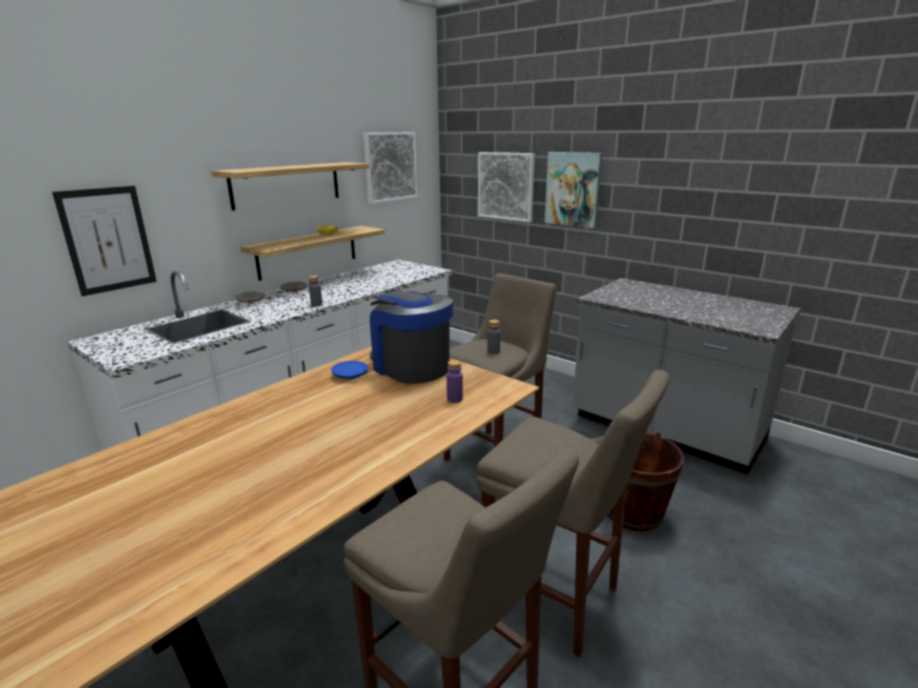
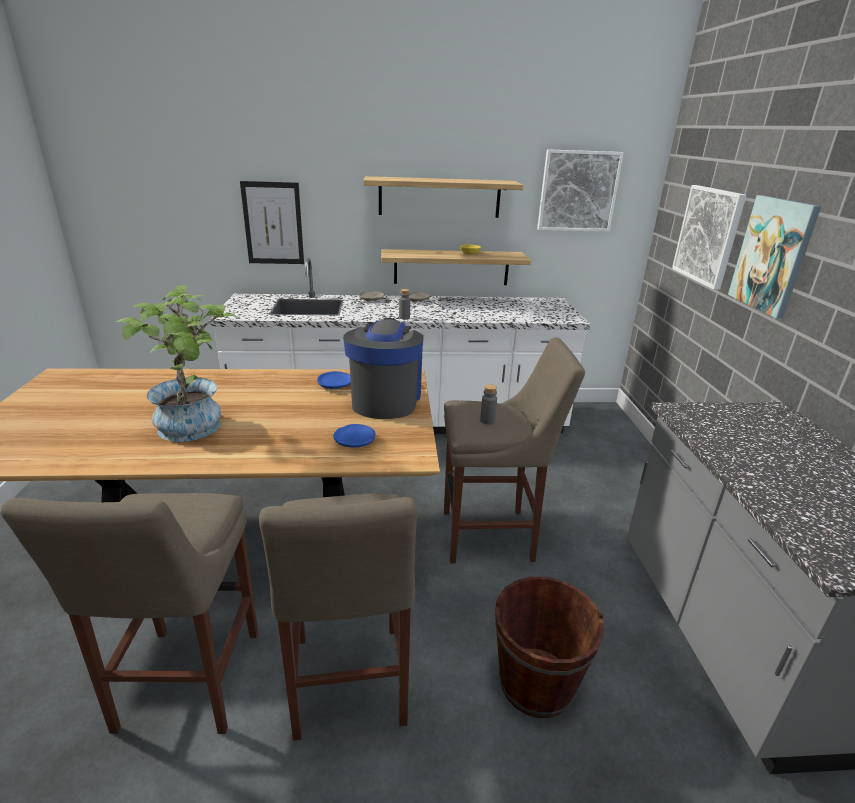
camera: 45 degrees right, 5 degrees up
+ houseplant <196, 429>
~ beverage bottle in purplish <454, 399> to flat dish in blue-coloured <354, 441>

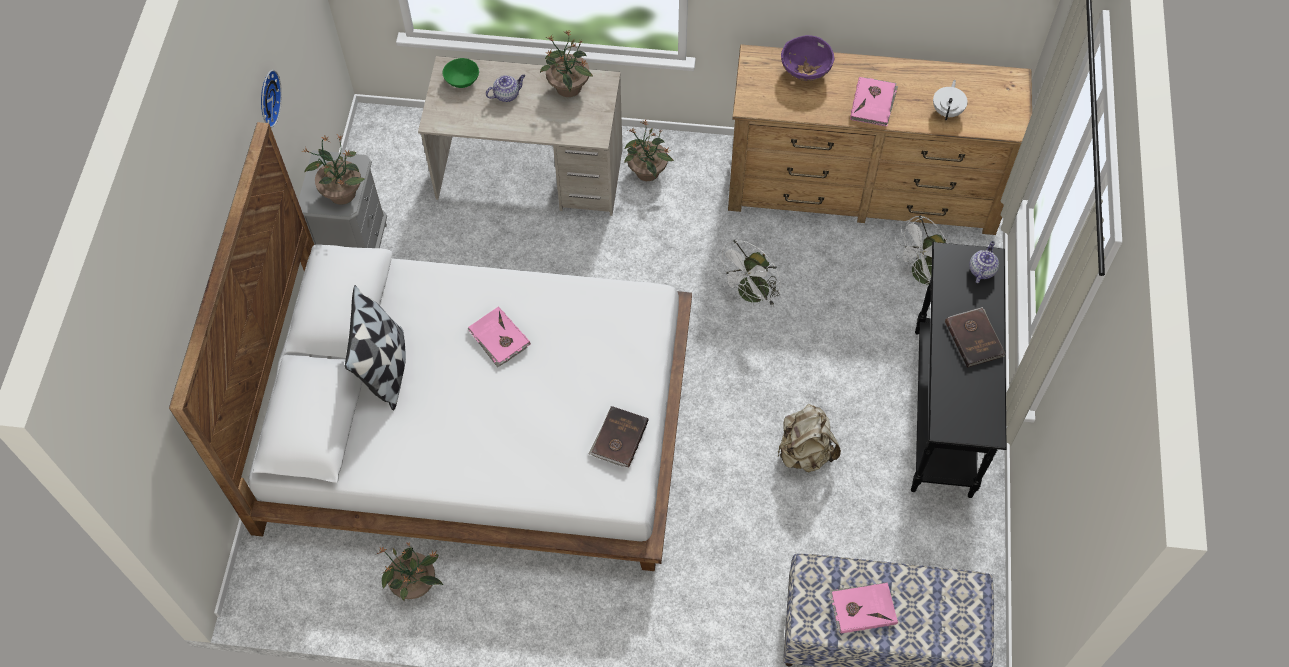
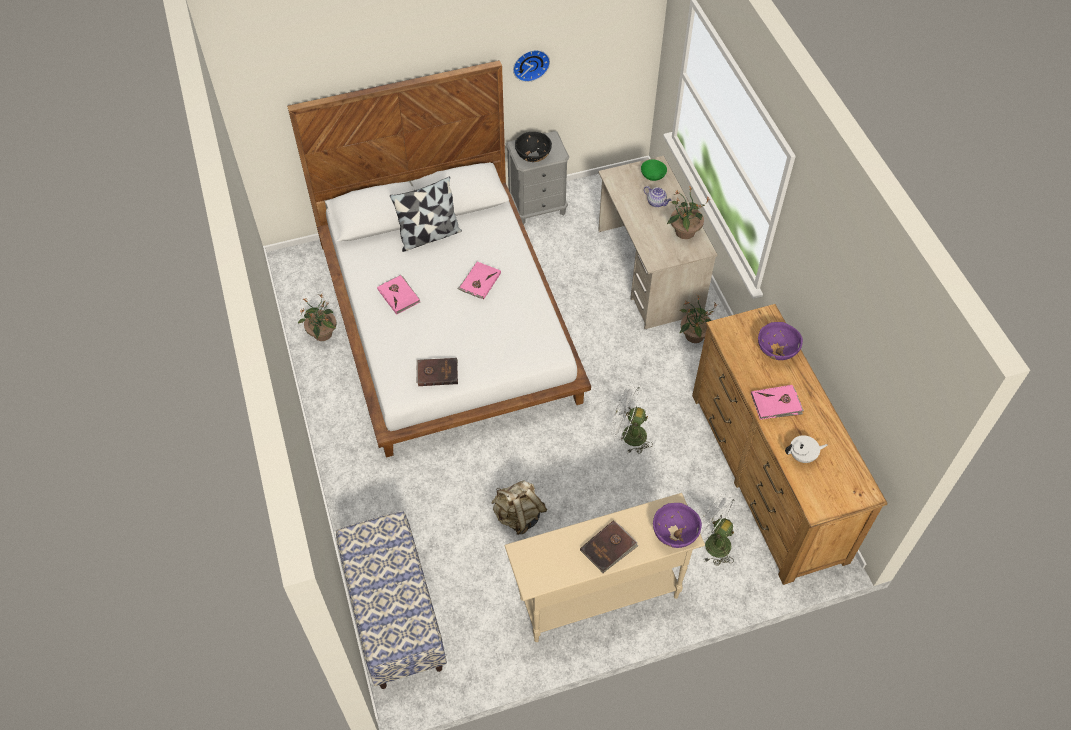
camera: 65 degrees right, 5 degrees down
~ volume in pink-coloured <862, 608> to <399, 295>
~ houseplant <342, 192> to serving bowl in black <533, 157>
~ tea pot <981, 270> to serving bowl in purplish <674, 534>
~ narrow table in black <942, 412> to narrow table in beige-coloured <598, 597>

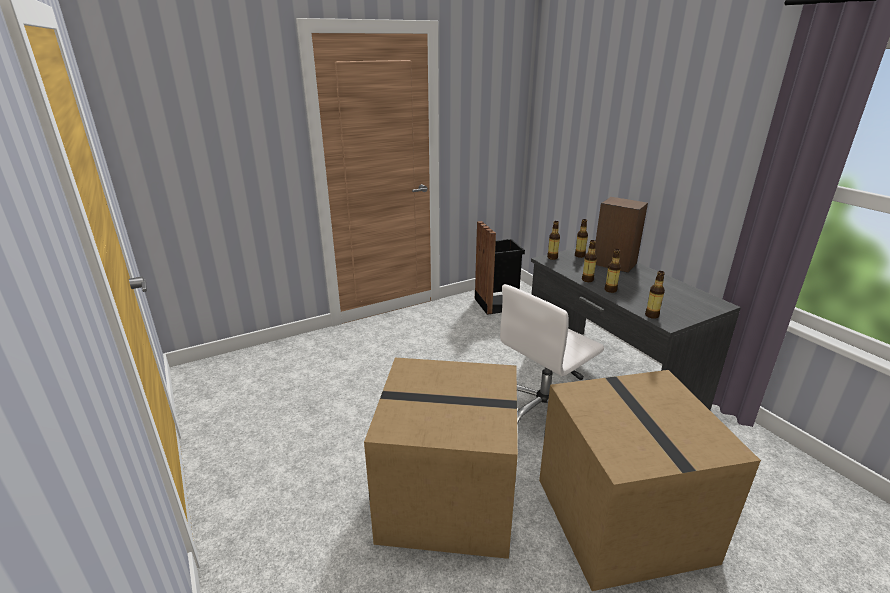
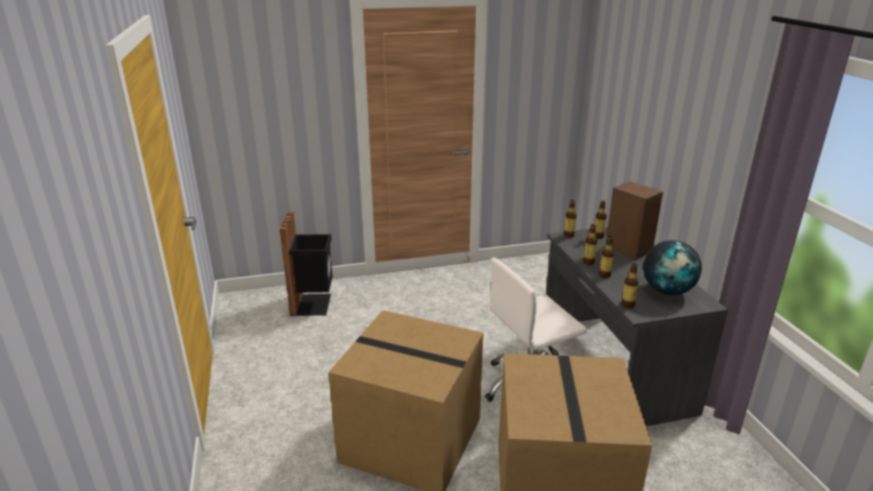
camera: 15 degrees right, 0 degrees up
+ desk globe <667, 291>
~ rubbish bin in black <497, 303> to <313, 304>

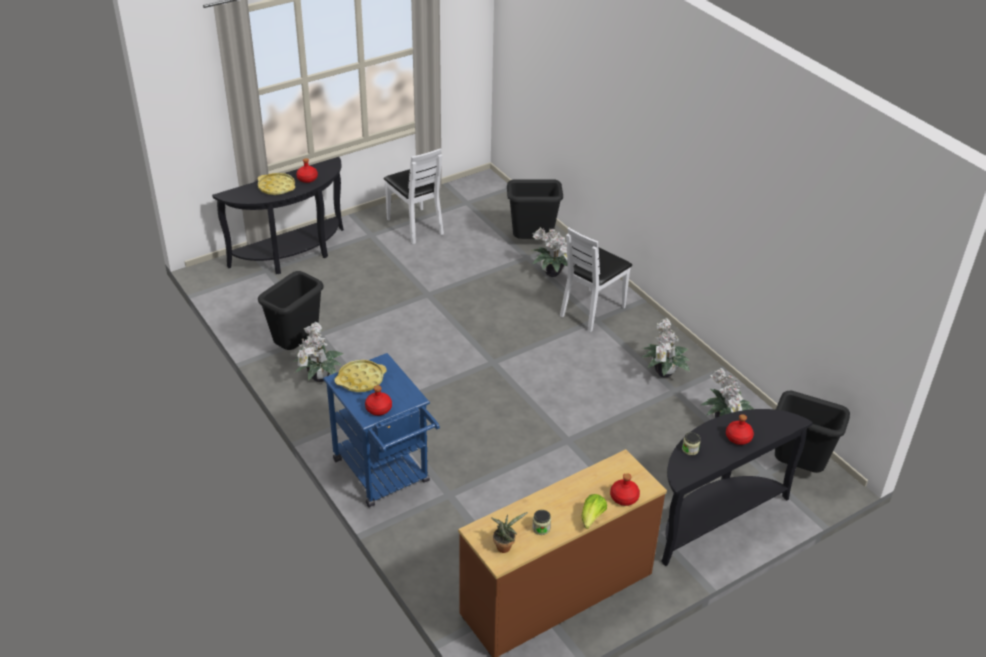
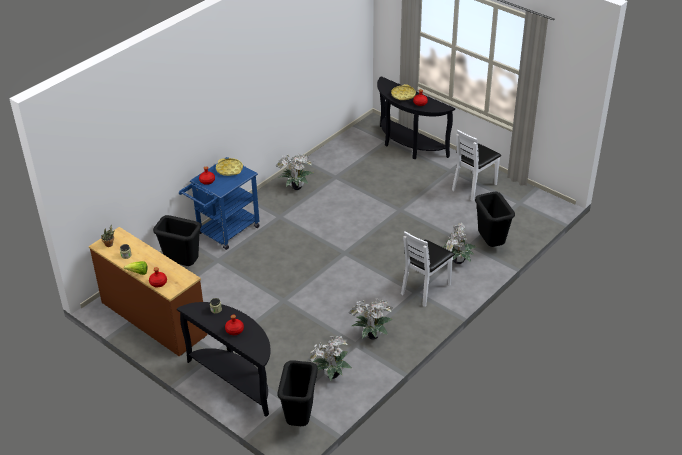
camera: 75 degrees right, 0 degrees up
~ rubbish bin in black <297, 346> to <183, 265>
~ plain chair in whitish <592, 310> = <425, 288> 75 degrees counterclockwise

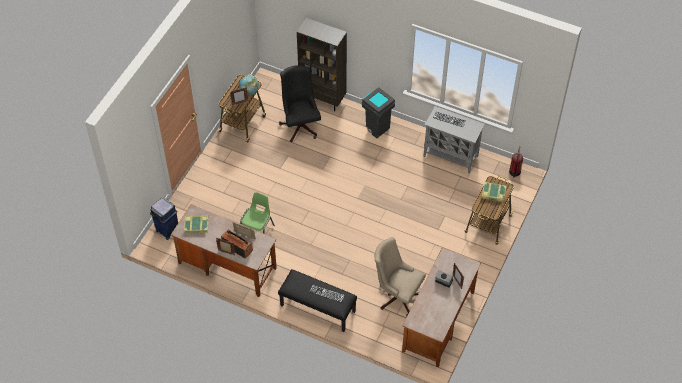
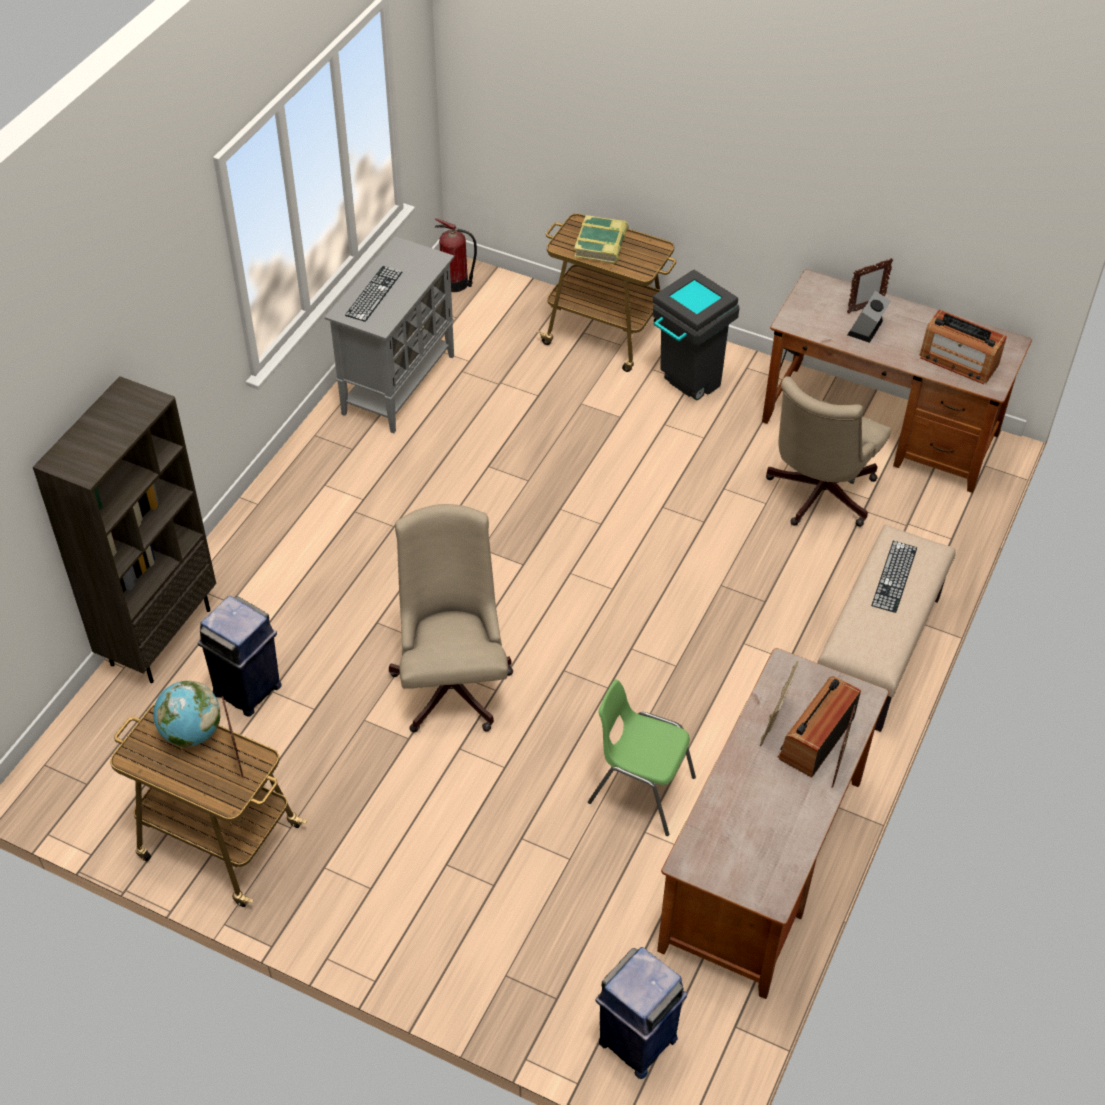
camera: 90 degrees left, 5 degrees down
- volume <196, 225>
+ office chair in beige-coloured <453, 681>
+ radio <958, 361>
~ rubbish bin in grey <376, 128> to <686, 386>
~ office chair in black <300, 124> to rubbish bin in blue-coloured <248, 690>
~ bench in black <317, 308> to bench in beige-coloured <878, 652>

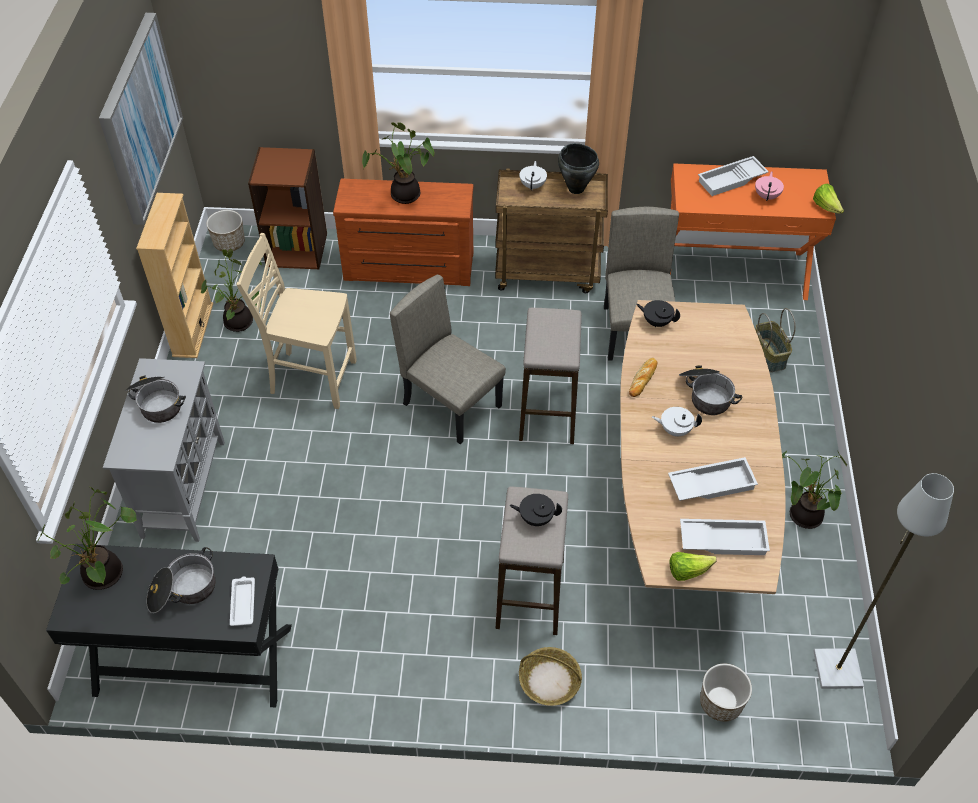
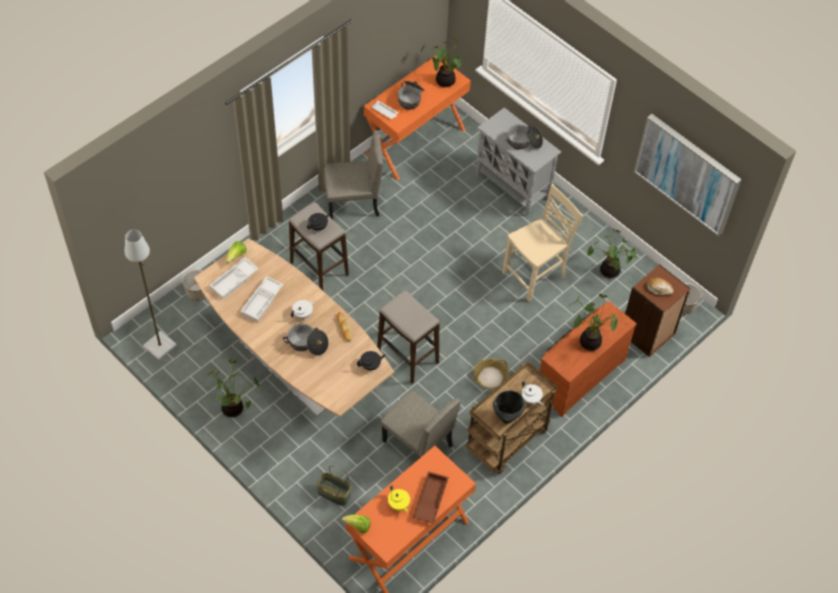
camera: 130 degrees right, 5 degrees up
- bookshelf in beige-coloured <193, 330>
+ bakery bread <659, 288>
~ plain chair in beige-coloured <452, 404> to <352, 203>
~ household basket <549, 681> to <490, 377>
~ narrow table in black <193, 660> to narrow table in orange-coloured <415, 141>
~ serving tray in whitish <731, 180> to serving tray in brown <430, 499>
~ tea pot in pink-coloured <767, 196> to tea pot in yellow-coloured <398, 504>

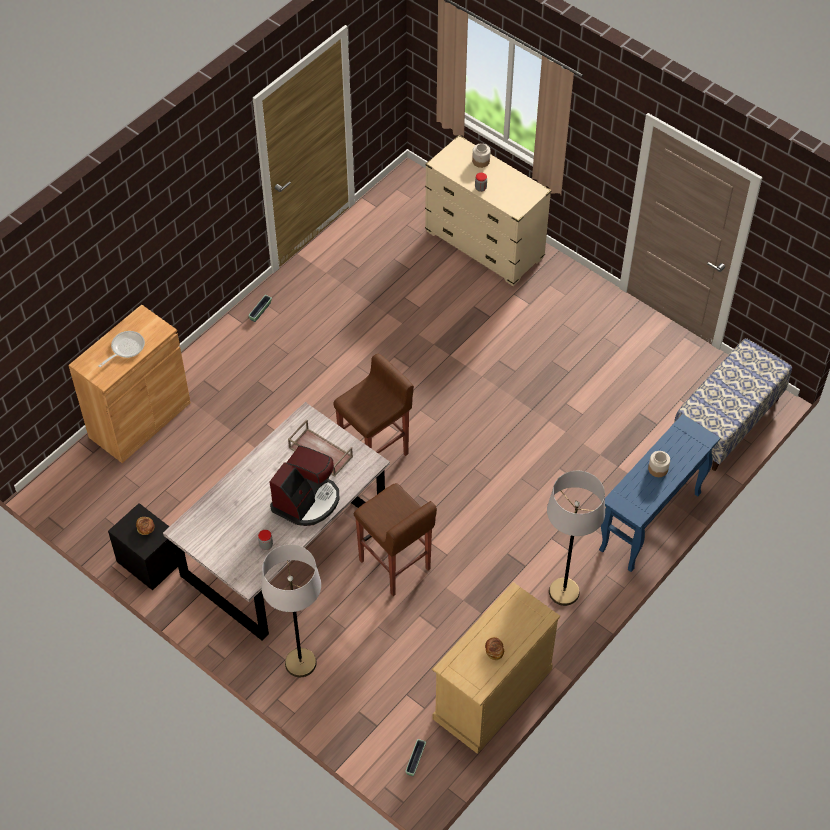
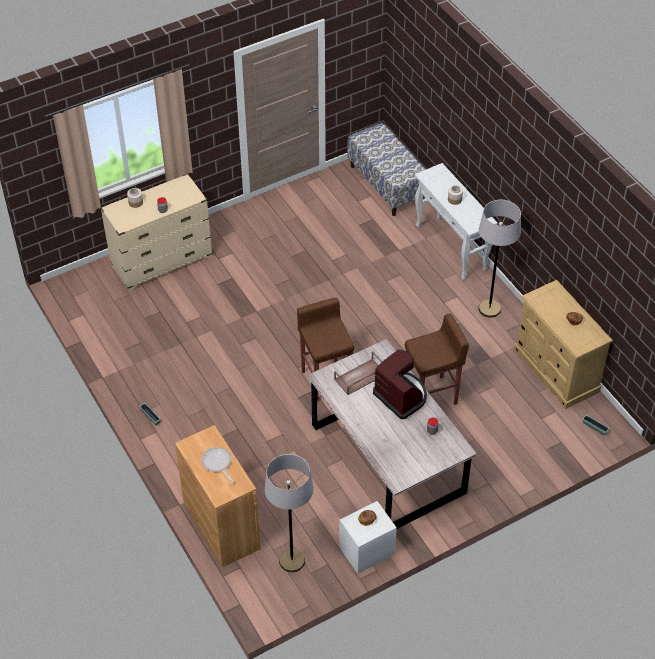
camera: 70 degrees left, 5 degrees down
~ standard lamp in grey <300, 663> to <292, 561>
~ nightstand in black <150, 561> to nightstand in whitish <366, 550>
~ narrow table in blue-coloured <650, 523> to narrow table in whitish <451, 248>

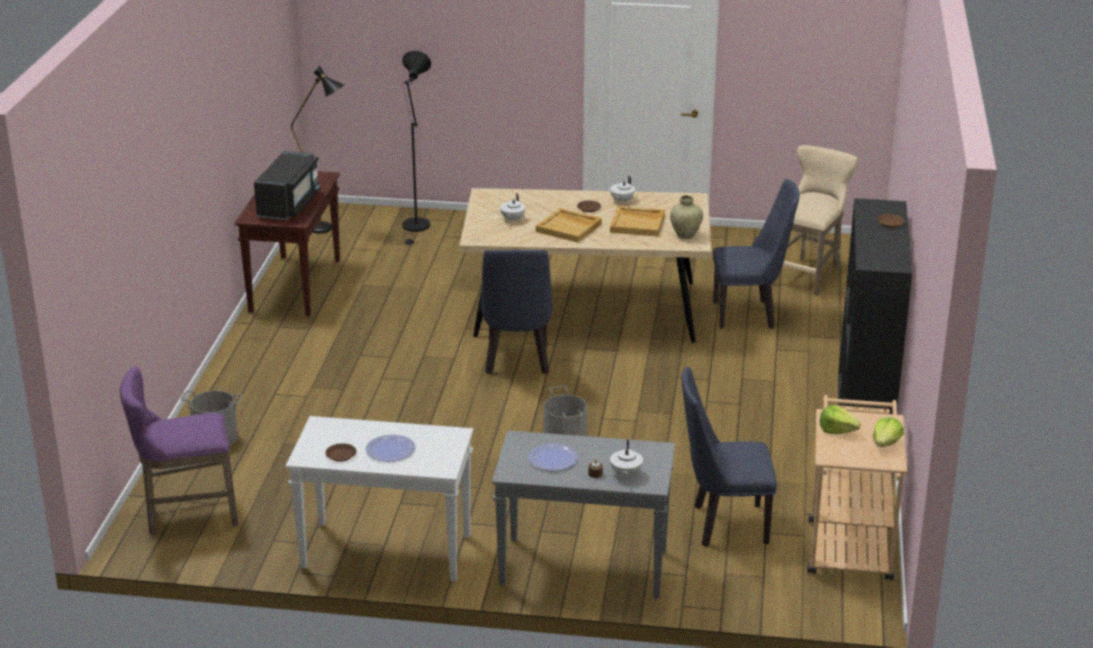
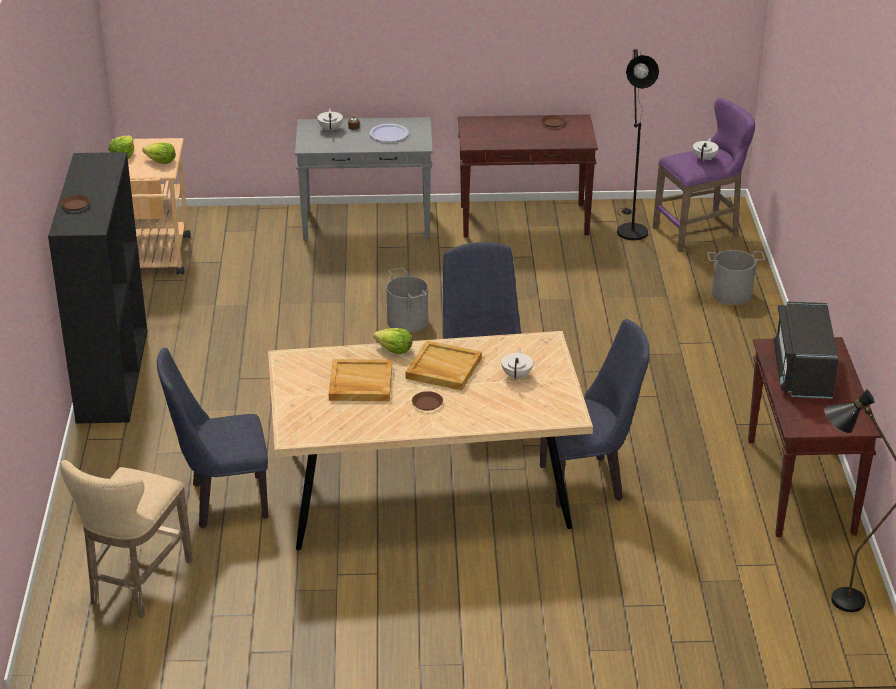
camera: 170 degrees right, 5 degrees up
- flat dish <390, 450>
- flower vase in beige-coloured <685, 235>
+ head of lettuce <394, 350>
~ standard lamp in black <416, 228> to <630, 229>
~ tea pot in whitish <621, 200> to <705, 158>
~ plain chair in blue-coloured <723, 525> to <588, 481>
~ narrow table in whitish <384, 552> to narrow table in brown <525, 220>

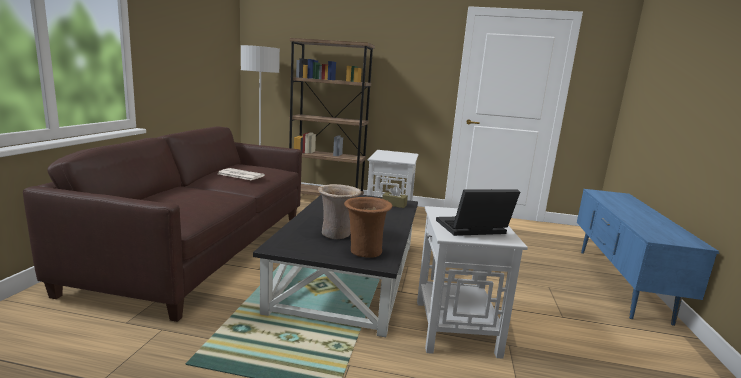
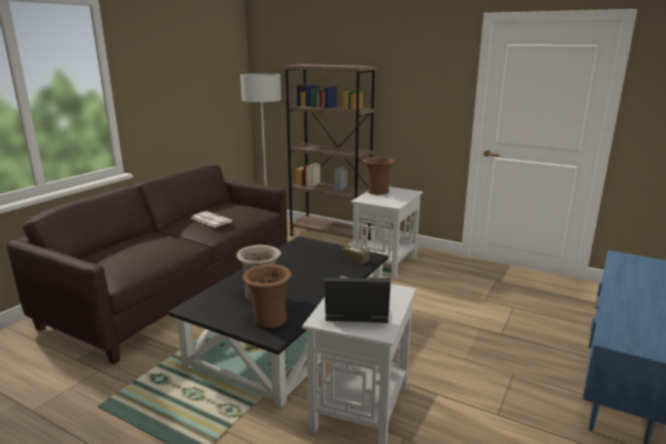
camera: 20 degrees right, 5 degrees up
+ flower vase in brown <377, 192>

